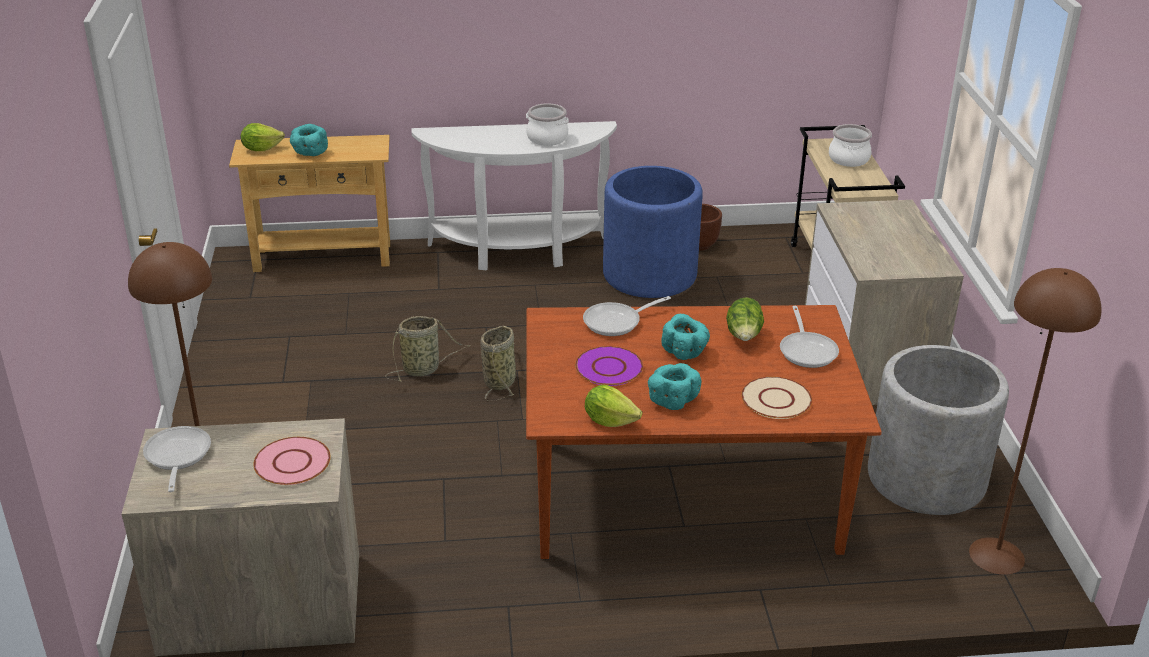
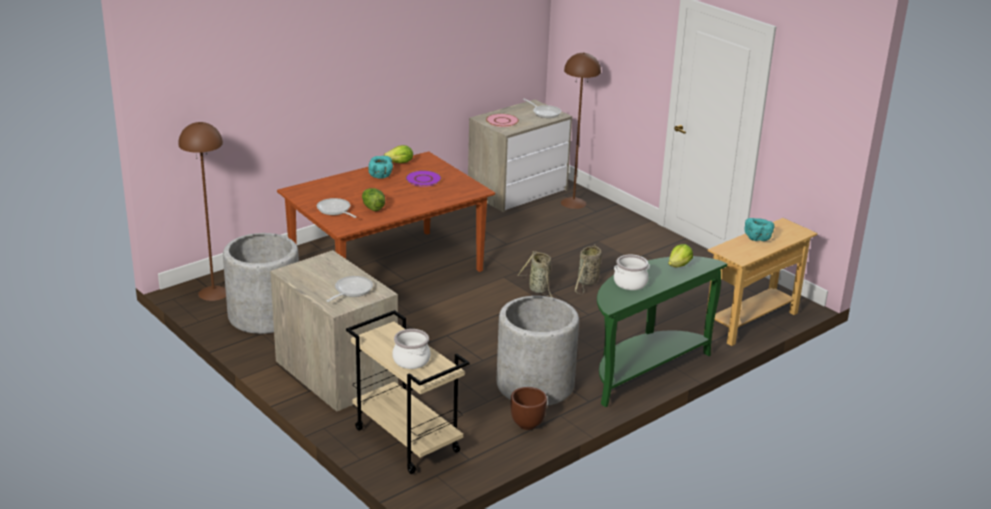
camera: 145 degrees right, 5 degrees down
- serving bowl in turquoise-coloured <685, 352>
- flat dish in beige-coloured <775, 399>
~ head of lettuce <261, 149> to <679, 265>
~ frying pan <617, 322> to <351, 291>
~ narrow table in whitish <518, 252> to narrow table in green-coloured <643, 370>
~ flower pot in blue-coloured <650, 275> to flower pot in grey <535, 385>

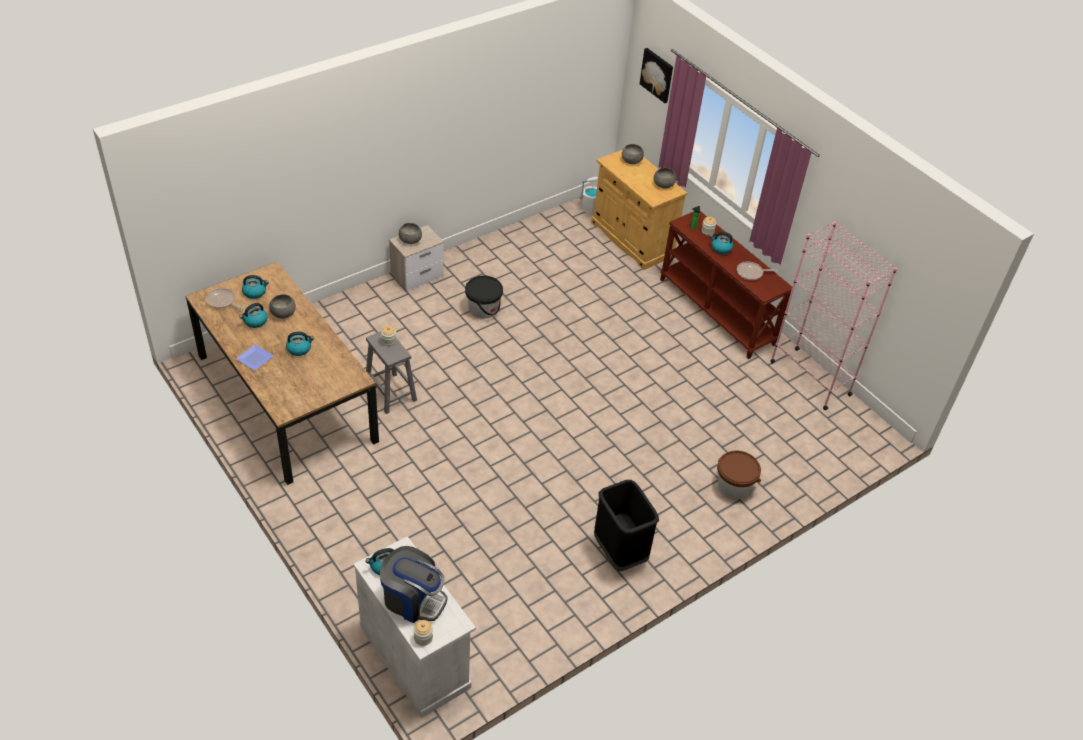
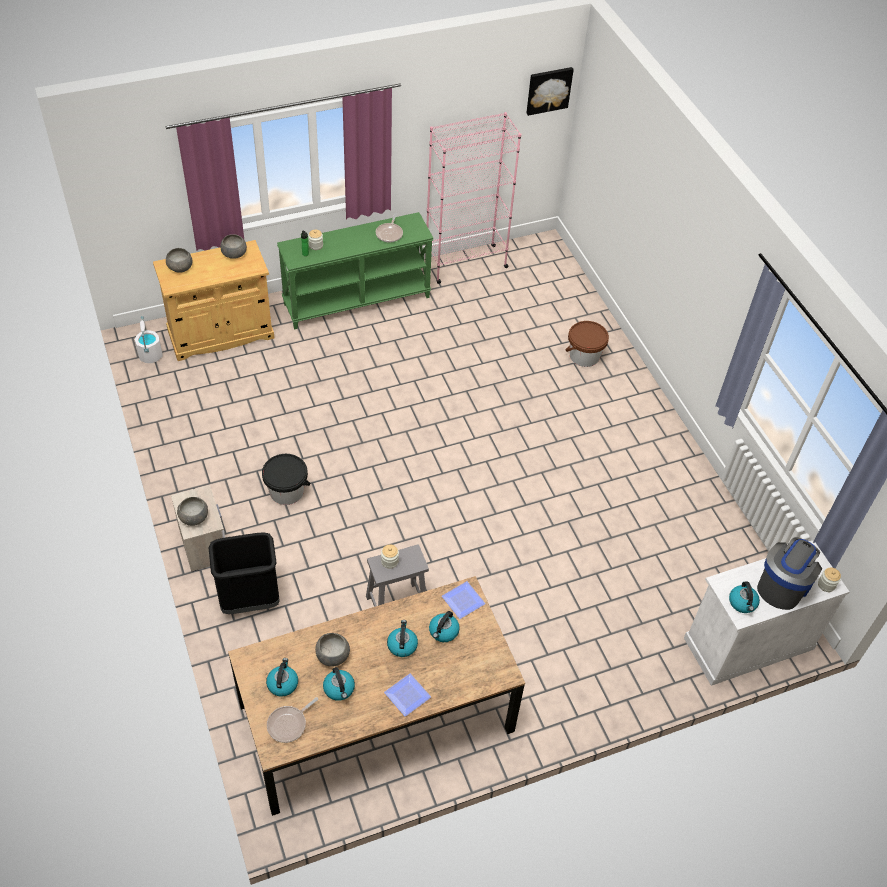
camera: 75 degrees left, 5 degrees up
+ flat dish <464, 601>
~ rubbish bin in black <620, 553> to <250, 599>
~ wall picture <657, 75> to <548, 90>
~ tea kettle <720, 248> to <443, 632>
~ narrow table in brown <717, 311> to narrow table in green-coloured <357, 300>

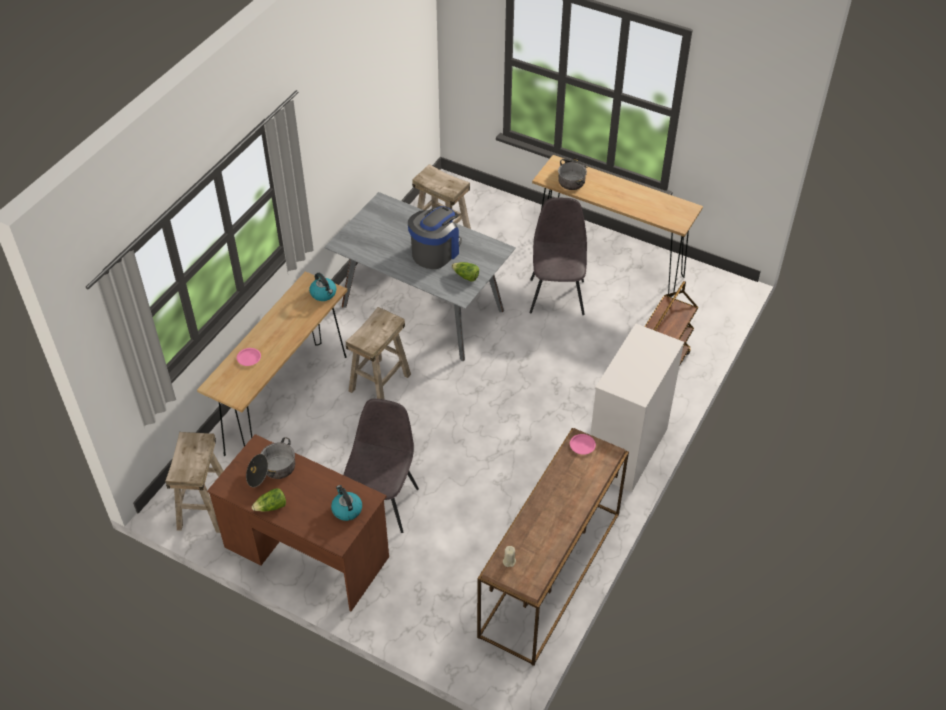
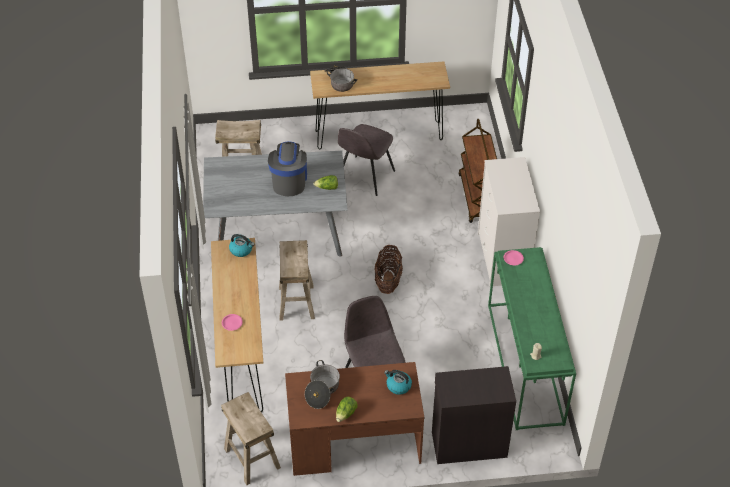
camera: 35 degrees left, 0 degrees up
+ household basket <388, 280>
+ cupboard in black <468, 443>
~ narrow table in brown <551, 575> to narrow table in green-coloured <526, 364>
~ plain chair in grey <557, 295> = <365, 177> 120 degrees counterclockwise

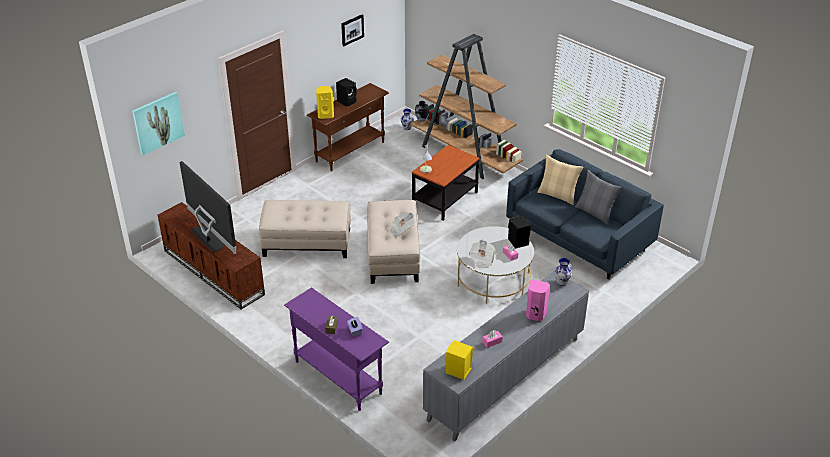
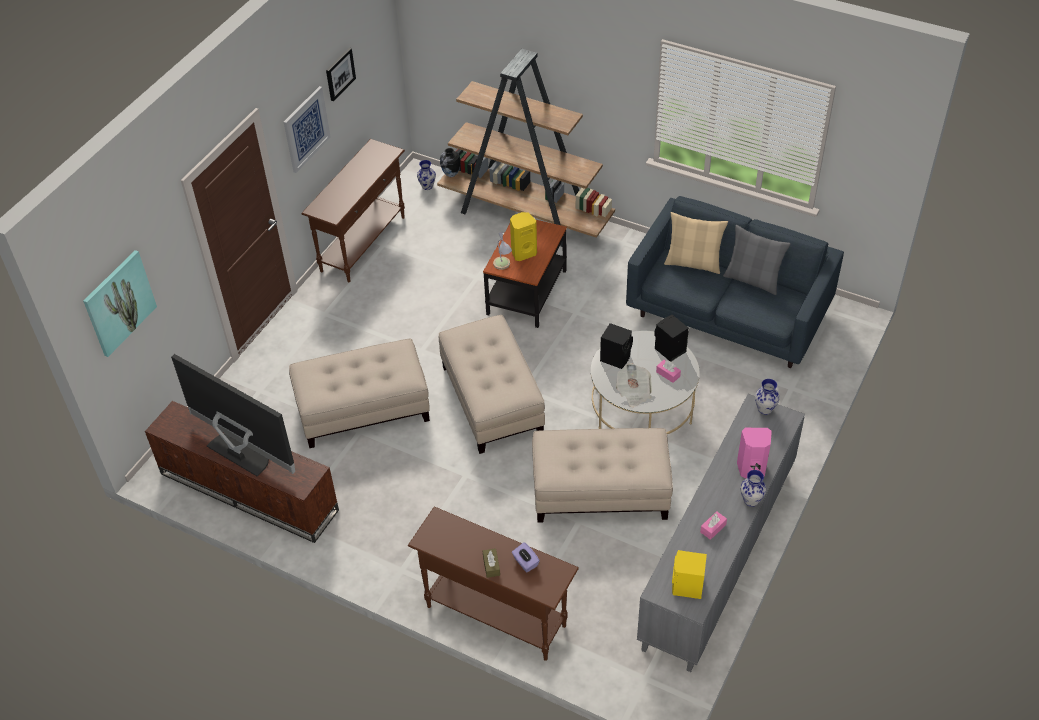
camera: 15 degrees left, 10 degrees up
- daily paper <401, 229>
+ wall picture <306, 129>
+ footrest in beige-coloured <600, 492>
+ flower vase <750, 501>
~ loudspeaker in yellow-coloured <325, 115> to <523, 253>
~ loudspeaker in black <347, 101> to <616, 357>
~ narrow table in purplish <338, 377> to narrow table in brown <495, 615>

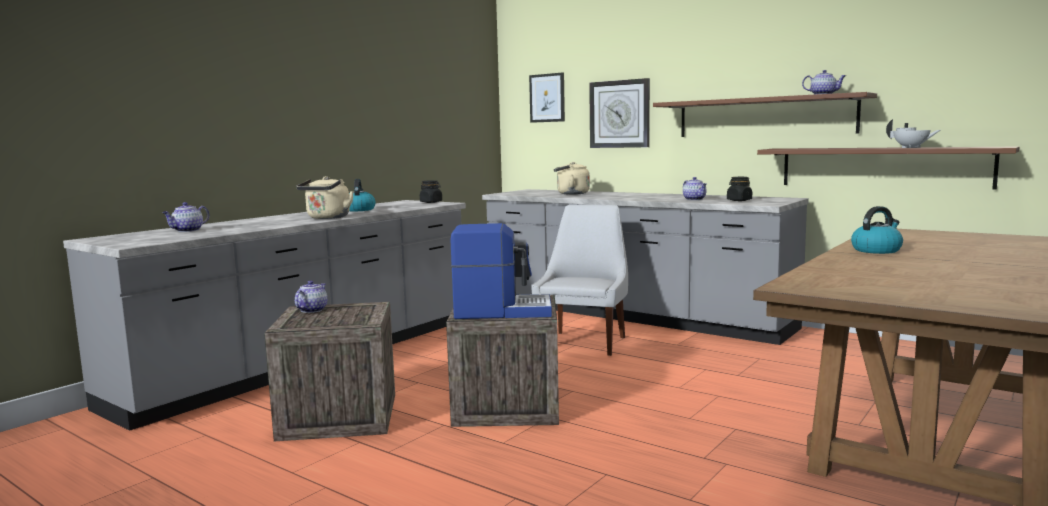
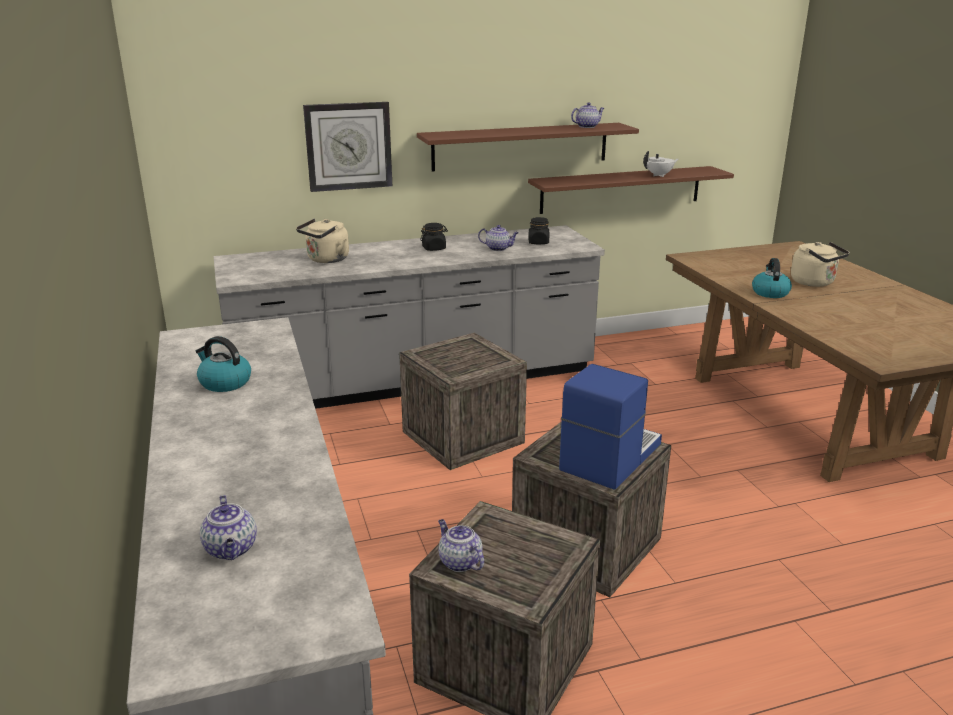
camera: 55 degrees left, 15 degrees up
- wall picture <547, 98>
~ tea kettle in beige-coloured <327, 218> to <815, 283>
~ storage jar in black <431, 202> to <434, 248>
~ plain chair in whitish <584, 342> to packing crate <463, 437>

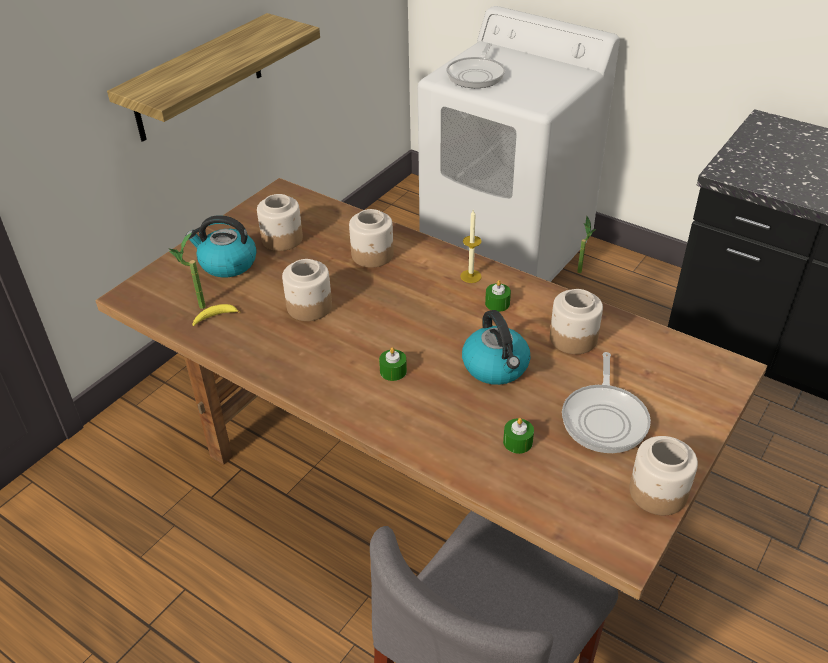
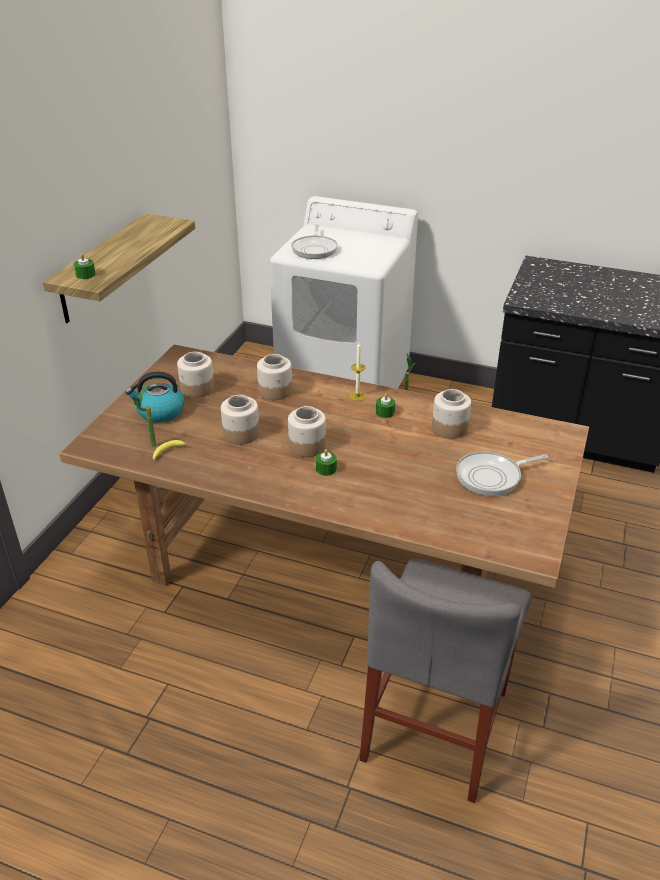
camera: 15 degrees left, 5 degrees down
- tea kettle <496, 367>
~ candle in green-coloured <517, 442> to <85, 275>
~ storage jar <657, 493> to <307, 446>
~ frying pan <605, 418> = <492, 477> 75 degrees clockwise

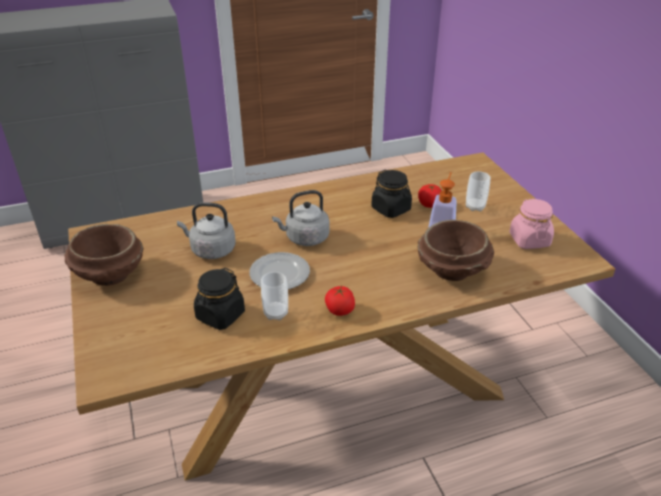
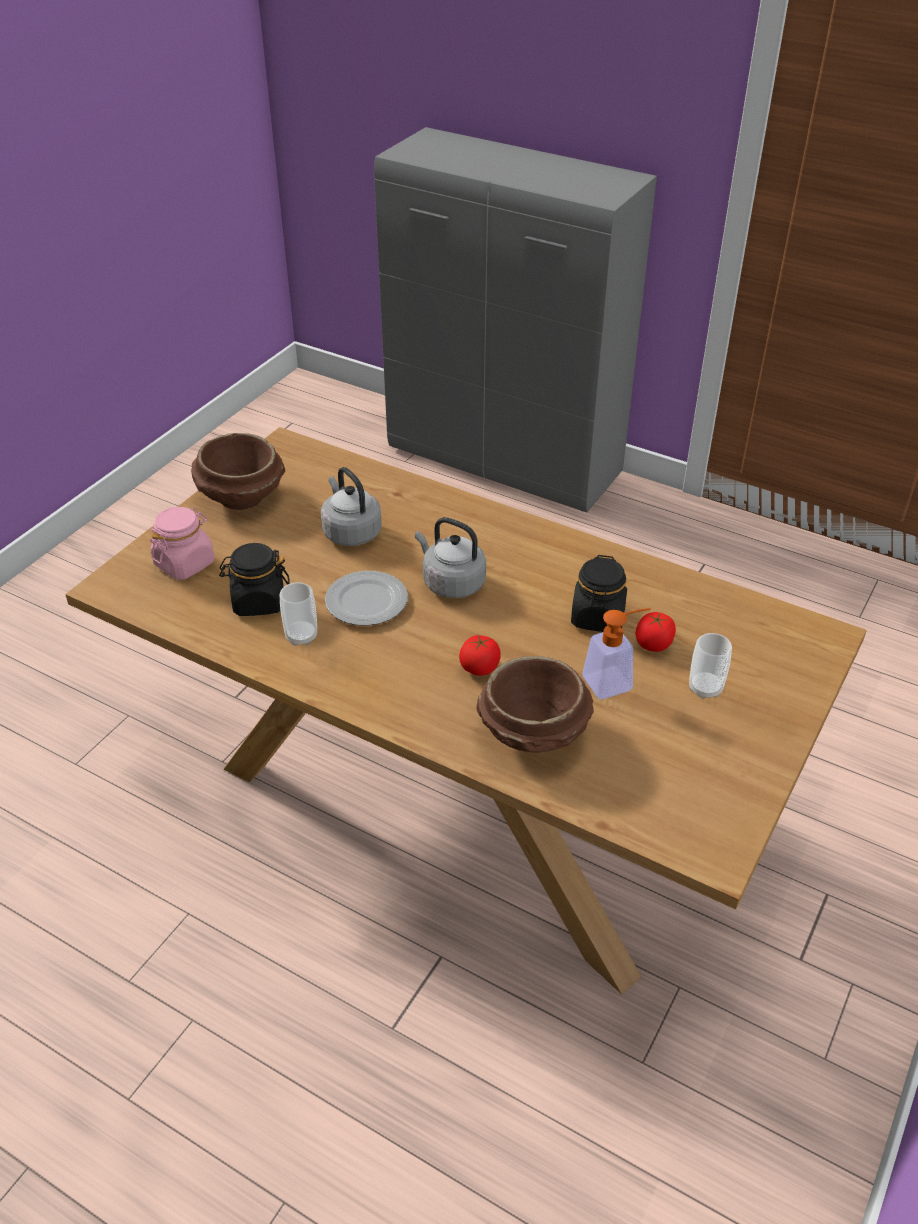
camera: 50 degrees right, 5 degrees up
~ tomato <340, 310> to <479, 668>
~ storage jar in pink-coloured <529, 240> to <185, 563>

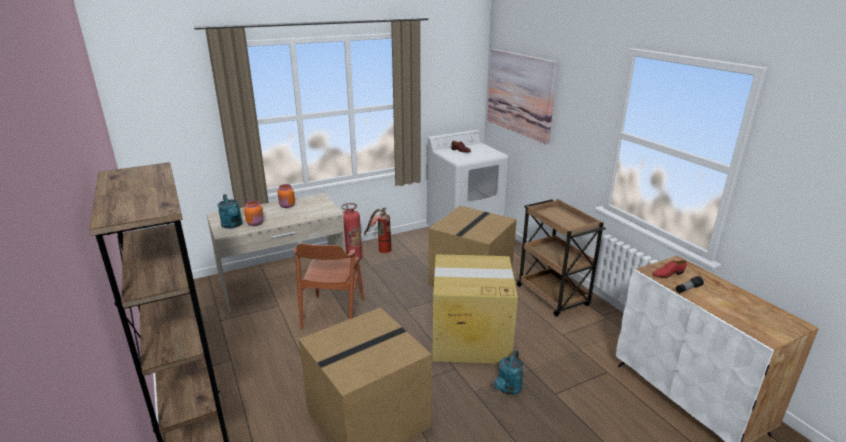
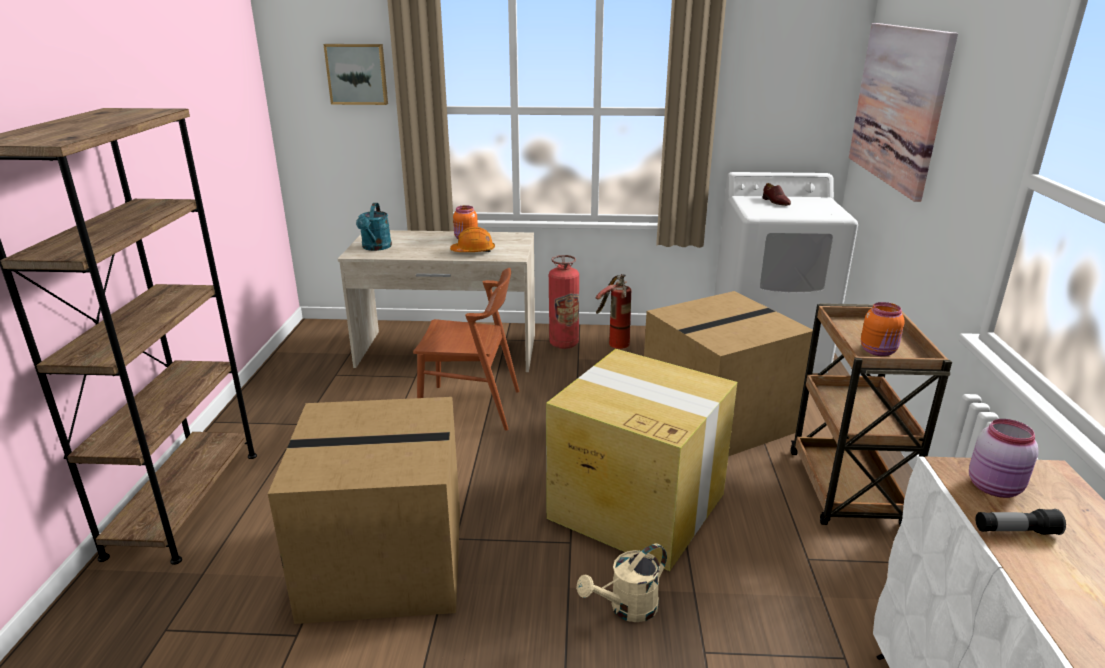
camera: 30 degrees right, 0 degrees up
+ wall picture <357, 74>
+ safety helmet in orange-coloured <473, 251>
~ storage jar in orange-coloured <256, 223> to <879, 351>
~ item of footwear in reddish <668, 274> to storage jar in pink-coloured <995, 488>
~ sprinkling can in turquoise-coloured <508, 389> to sprinkling can in beige-coloured <626, 608>
~ plain chair in brown <333, 313> = <471, 407> 120 degrees counterclockwise

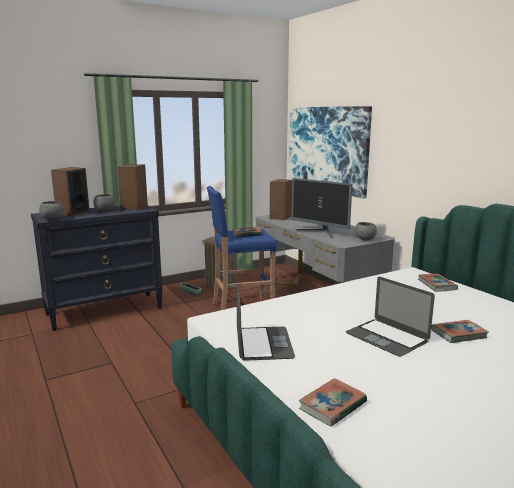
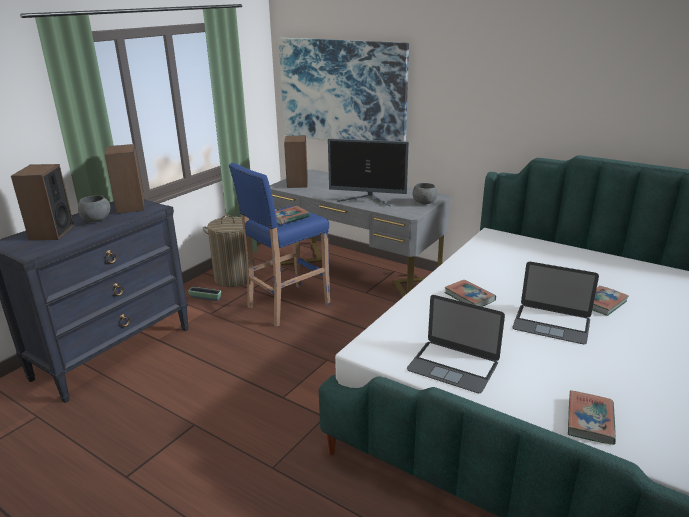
camera: 25 degrees left, 10 degrees up
- serving bowl in grey <52, 219>
~ volume <437, 285> to <469, 297>
~ laptop <263, 343> = <453, 366> 150 degrees clockwise

